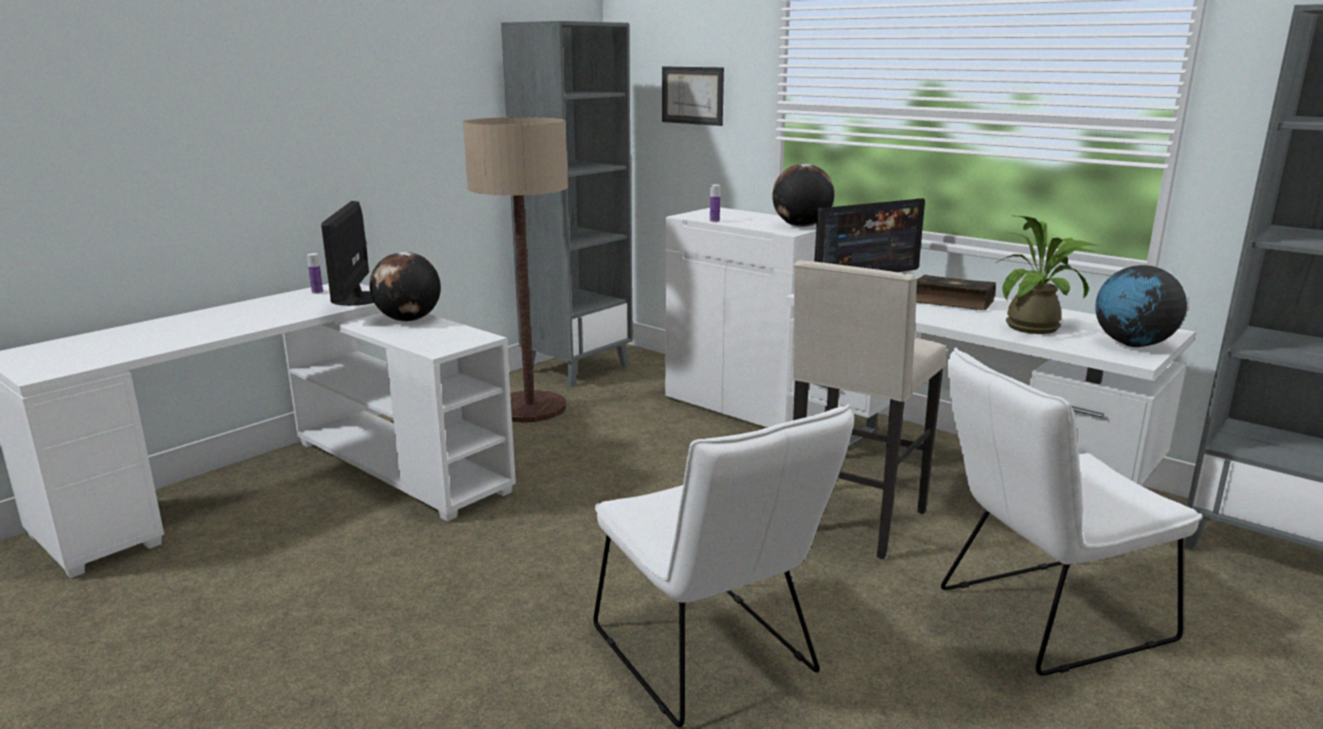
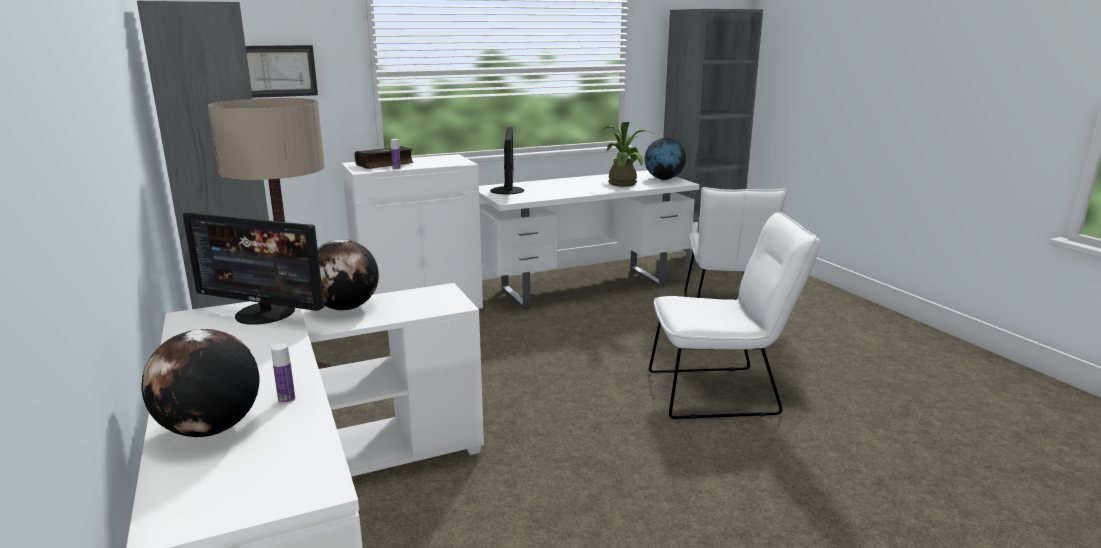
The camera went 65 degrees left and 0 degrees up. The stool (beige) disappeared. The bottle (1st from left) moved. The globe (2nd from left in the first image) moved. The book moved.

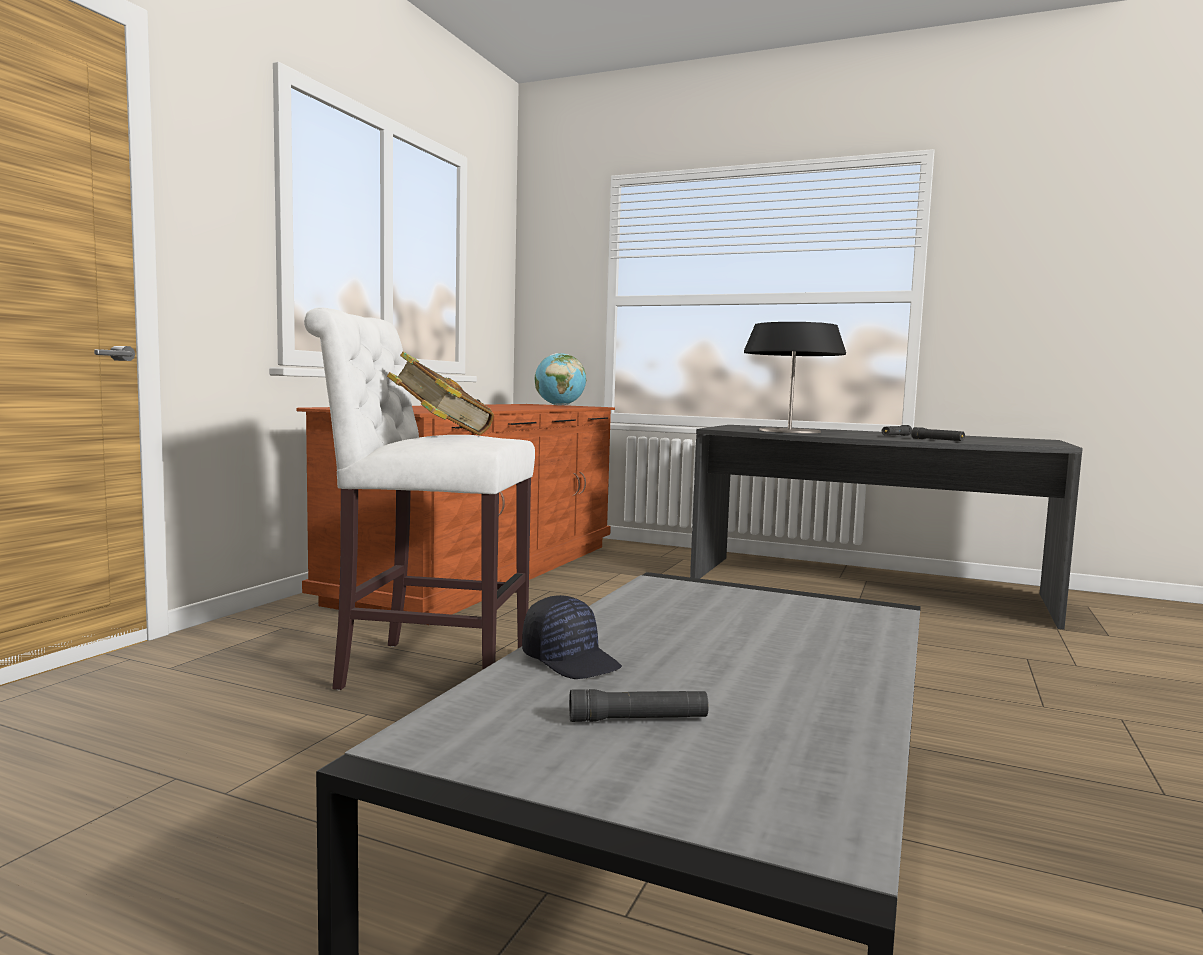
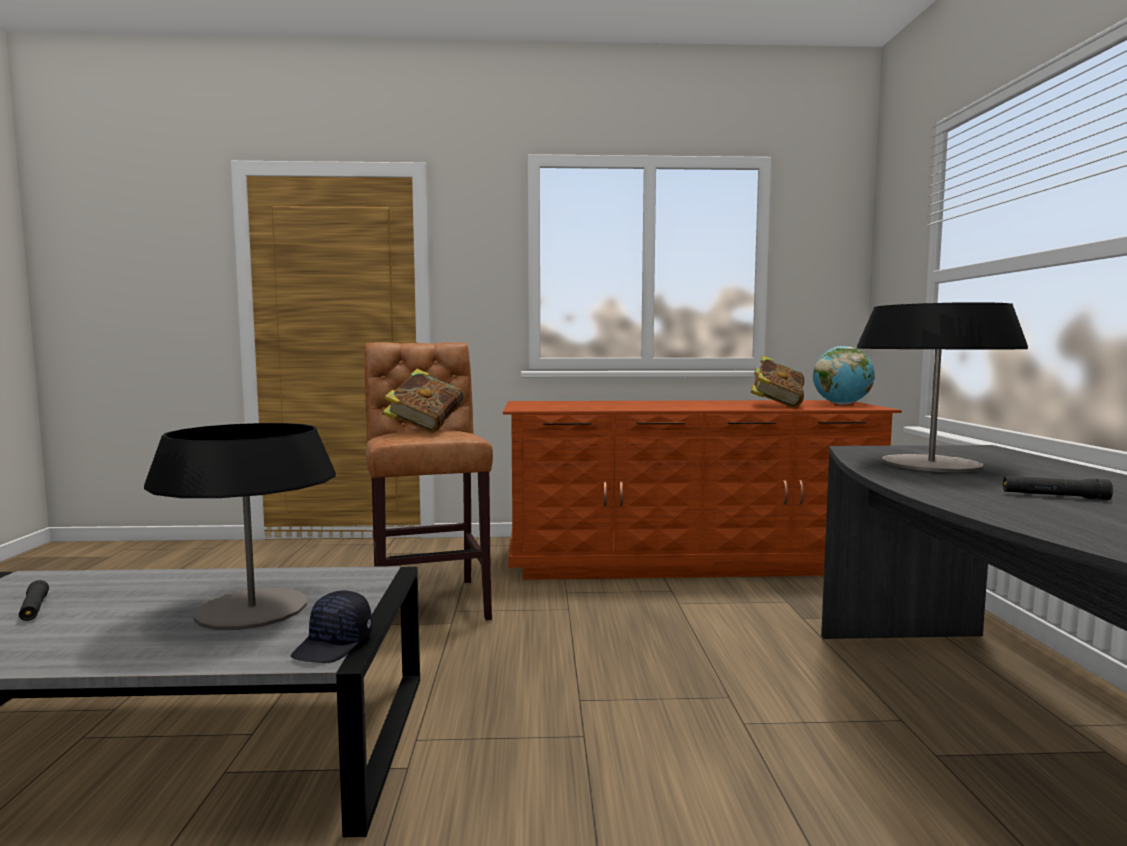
The camera went 65 degrees right and 0 degrees up. The flashlight (black) (3rd from left) disappeared. The table lamp (1st from left) appeared. The book (2nd from left) appeared. The cap (black) moved. The stool (white) became the stool (brown).

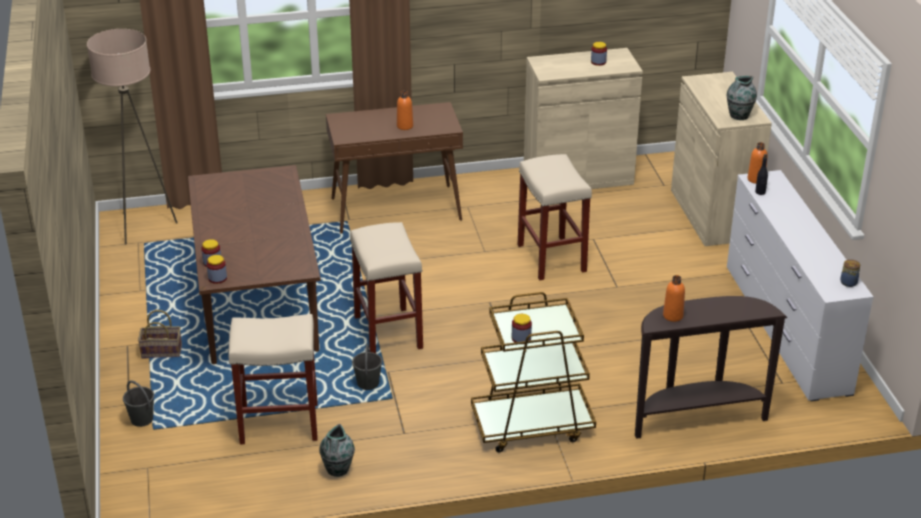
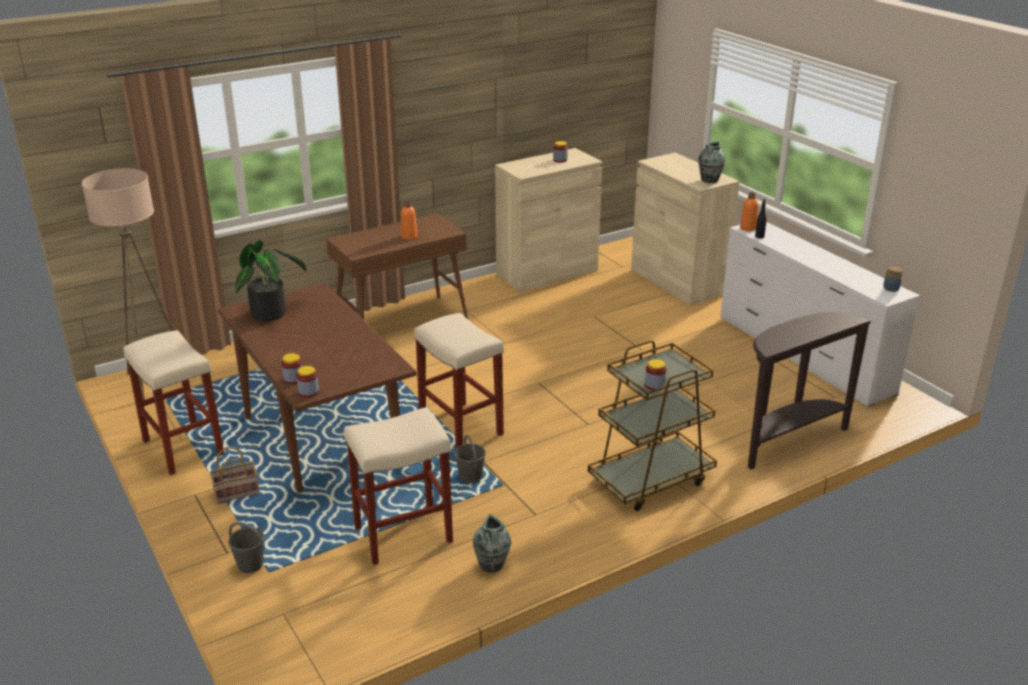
The camera went 20 degrees left and 5 degrees down. The bottle (orange) (2nd from left) disappeared. The potted plant appeared. The stool (beige) (3rd from left in the first image) moved.

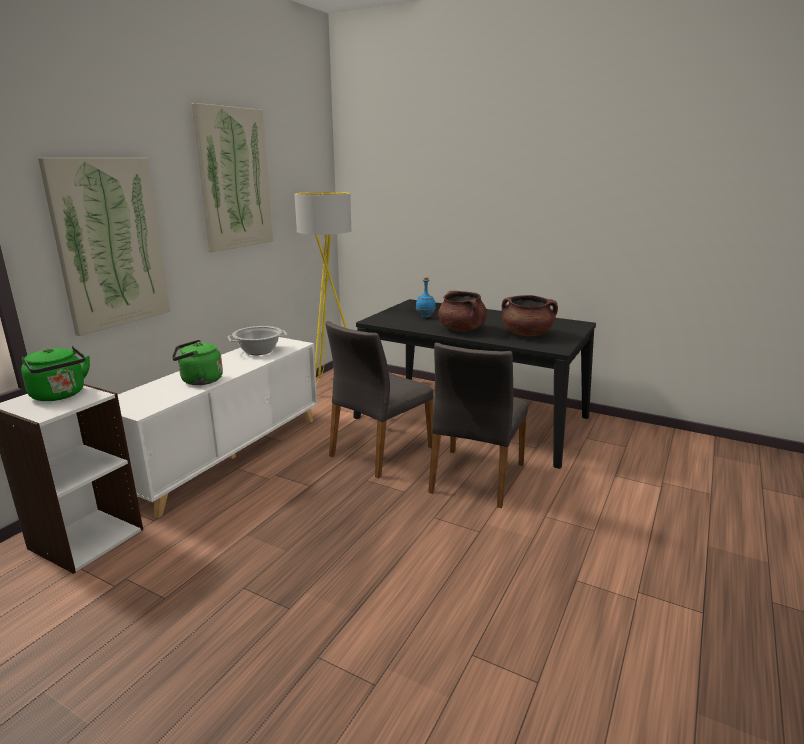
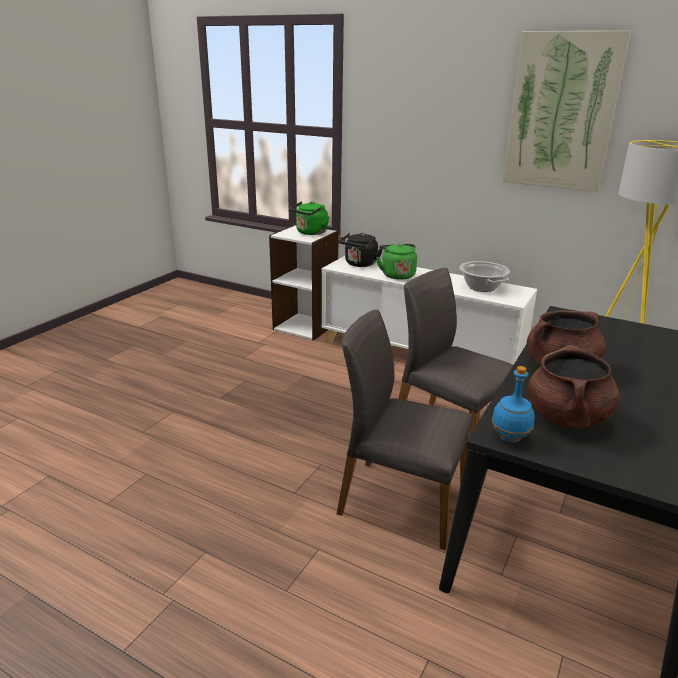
The camera went 90 degrees right and 5 degrees up. The picture (1st from left) disappeared. The kettle (black) appeared. The bottle (blue) moved.

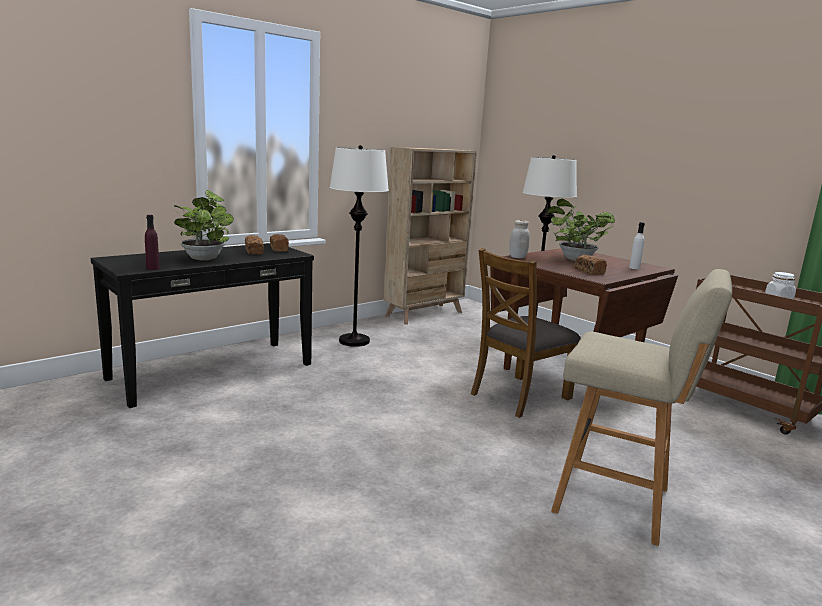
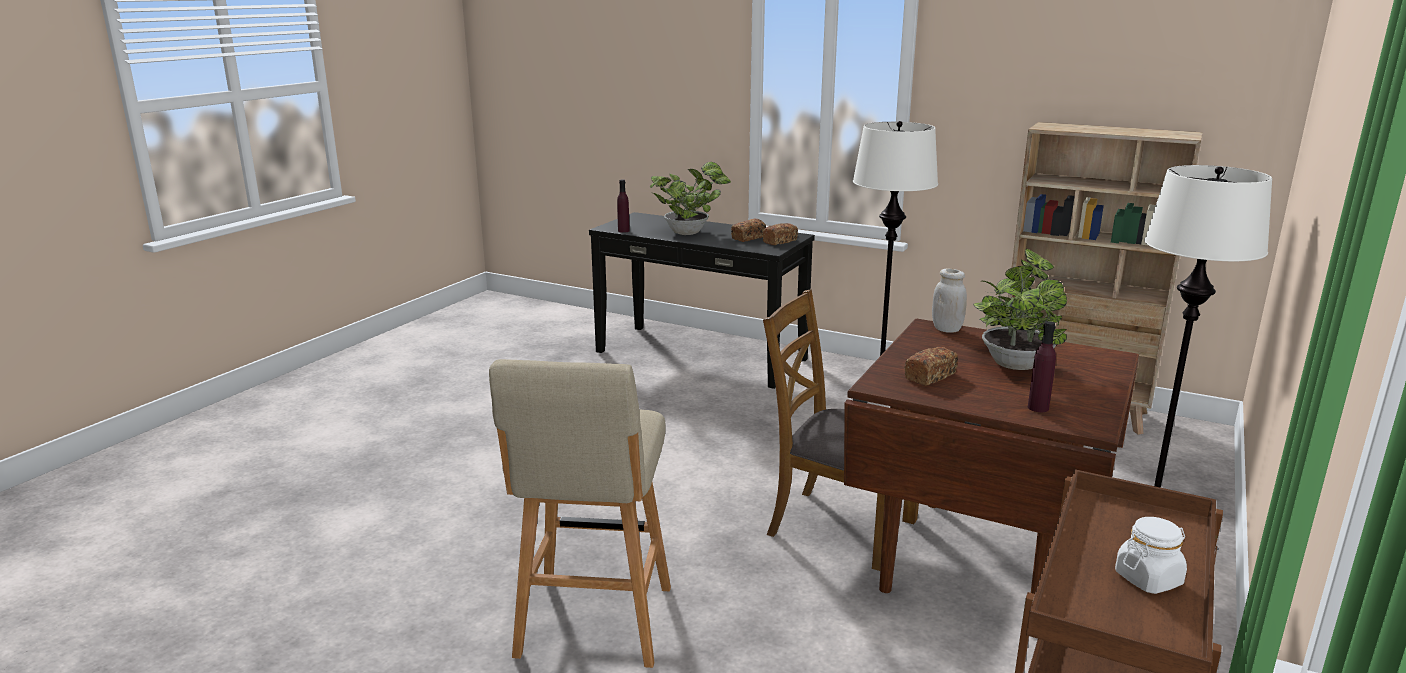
The camera went 70 degrees right and 5 degrees up. The bottle (white) became the bottle (purple) (2nd from left).

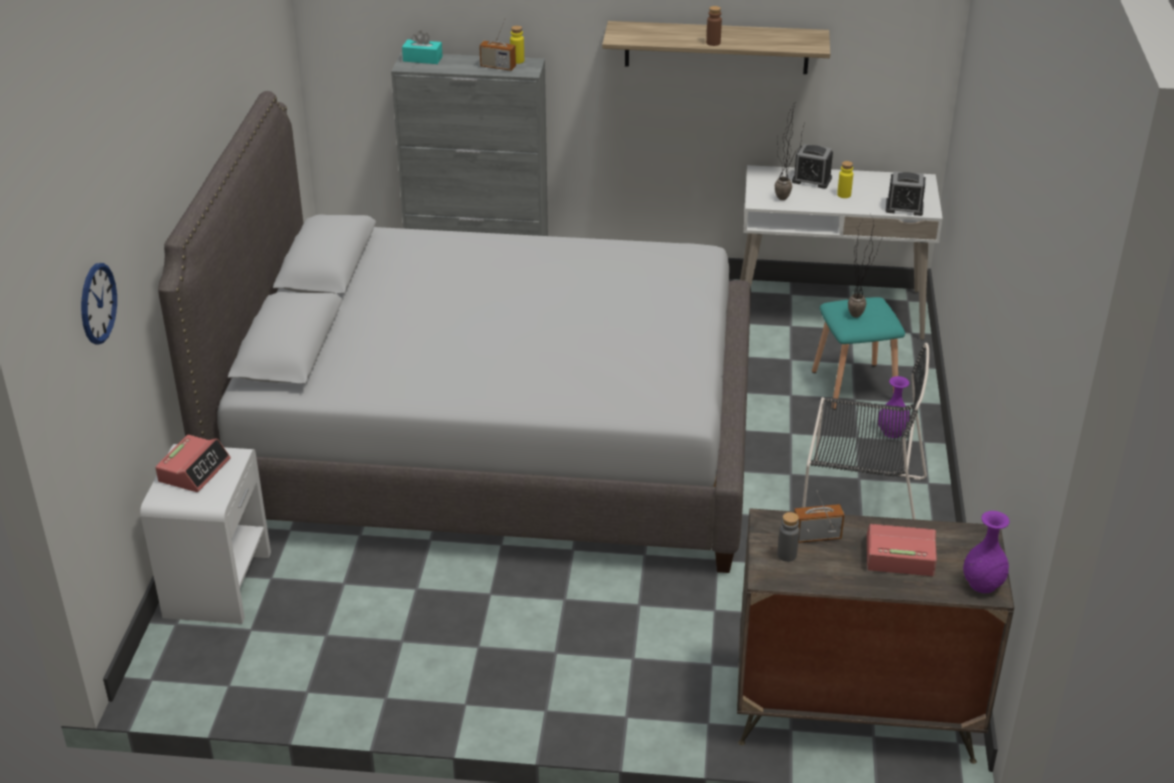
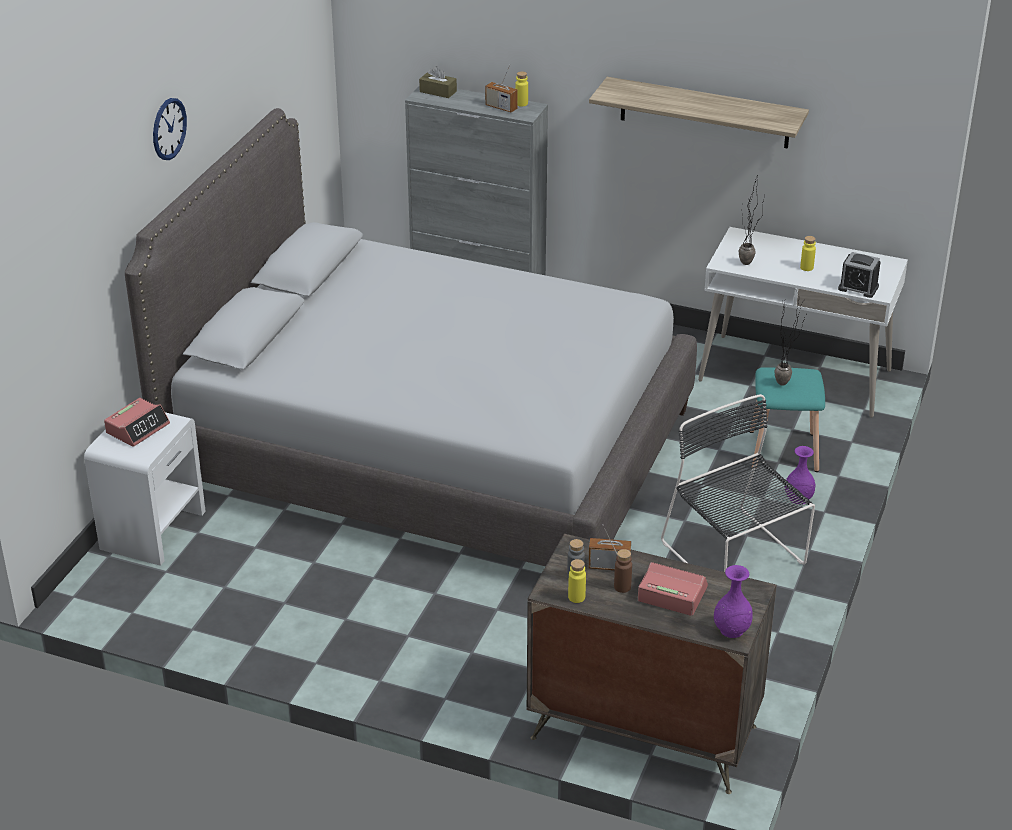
The camera went 15 degrees right and 0 degrees up. The alarm clock (2nd from left) disappeared. The bottle (yellow) (2nd from left) appeared. The wall clock moved. The bottle (brown) moved. The tissue box (turquoise) became the tissue box (brown). The chair (black) turned 150 degrees counterclockwise.

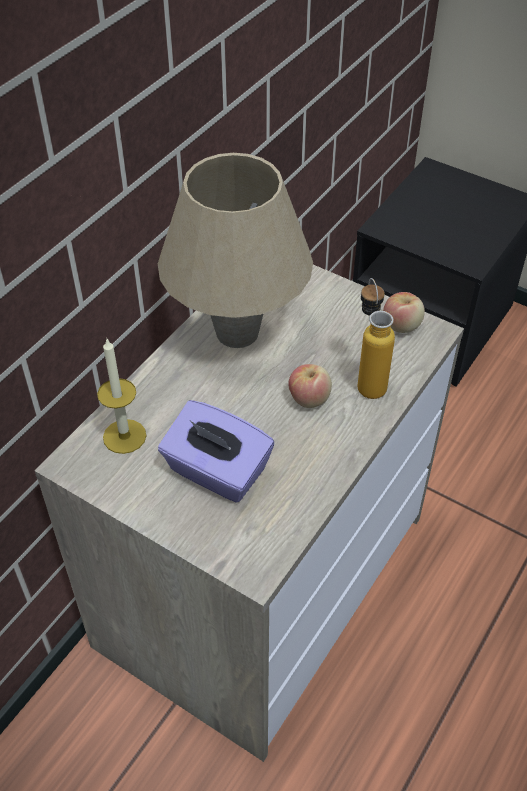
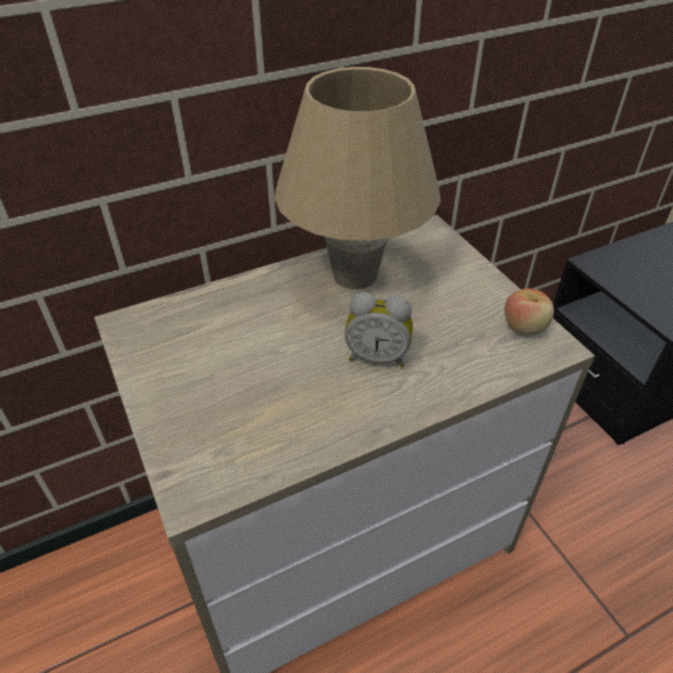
The camera went 30 degrees right and 5 degrees down. The candle disappeared. The tissue box (purple) disappeared. The bottle disappeared. The apple (1st from left) was replaced by the alarm clock.

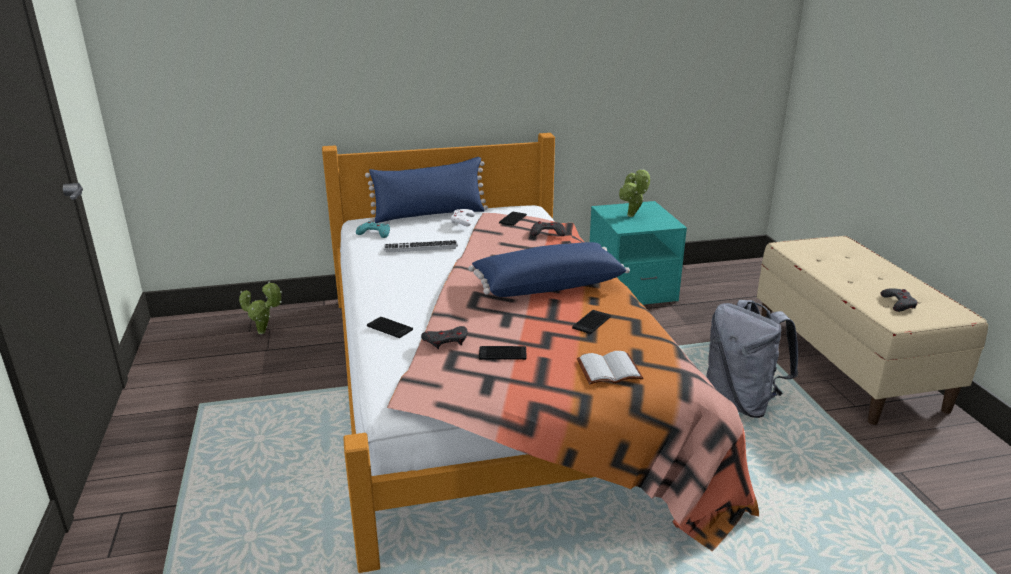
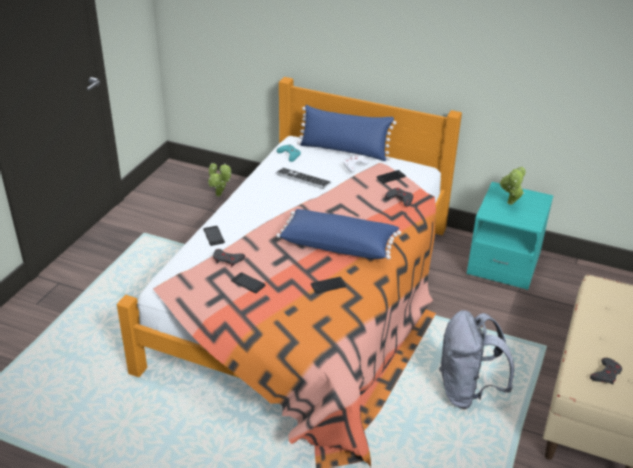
The camera went 35 degrees right and 10 degrees up. The book (white) disappeared.

